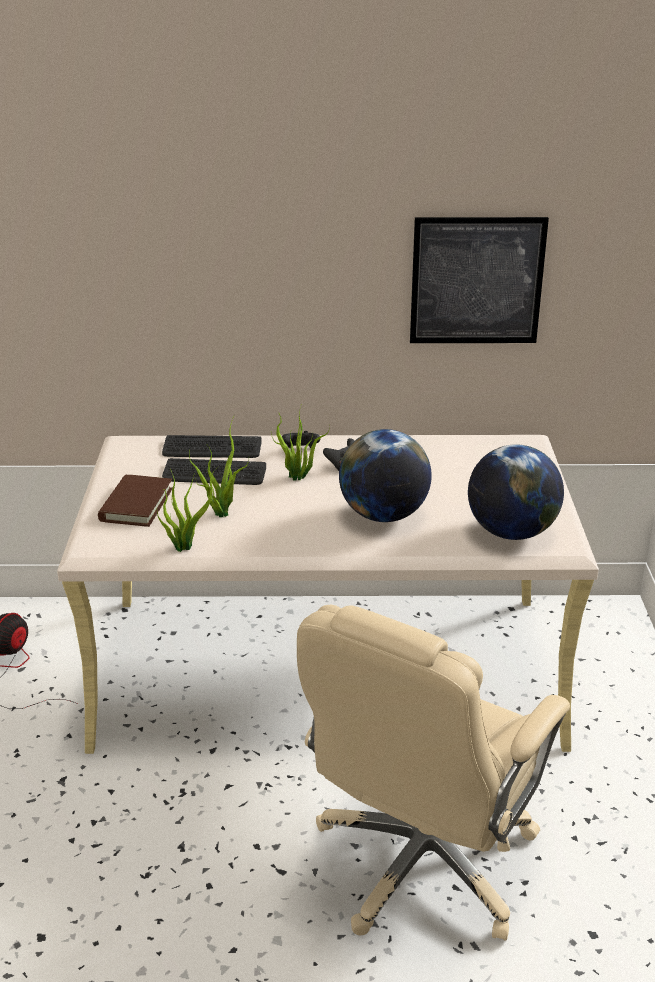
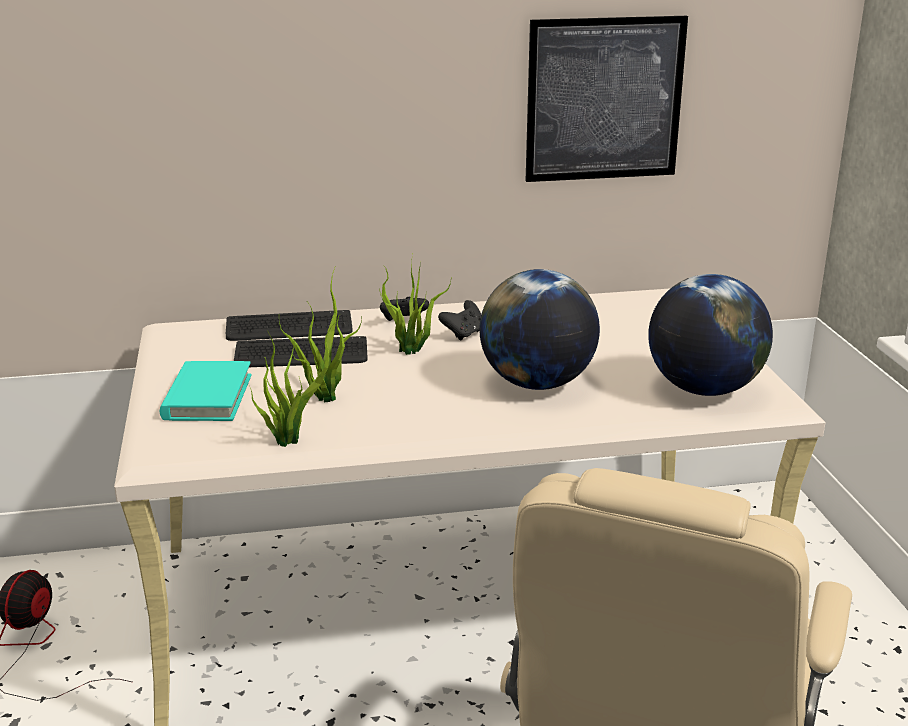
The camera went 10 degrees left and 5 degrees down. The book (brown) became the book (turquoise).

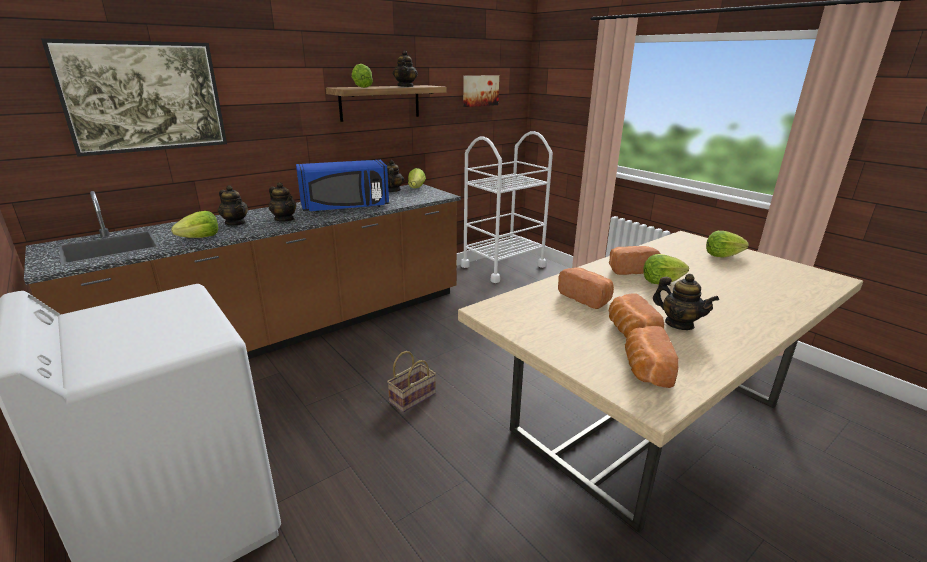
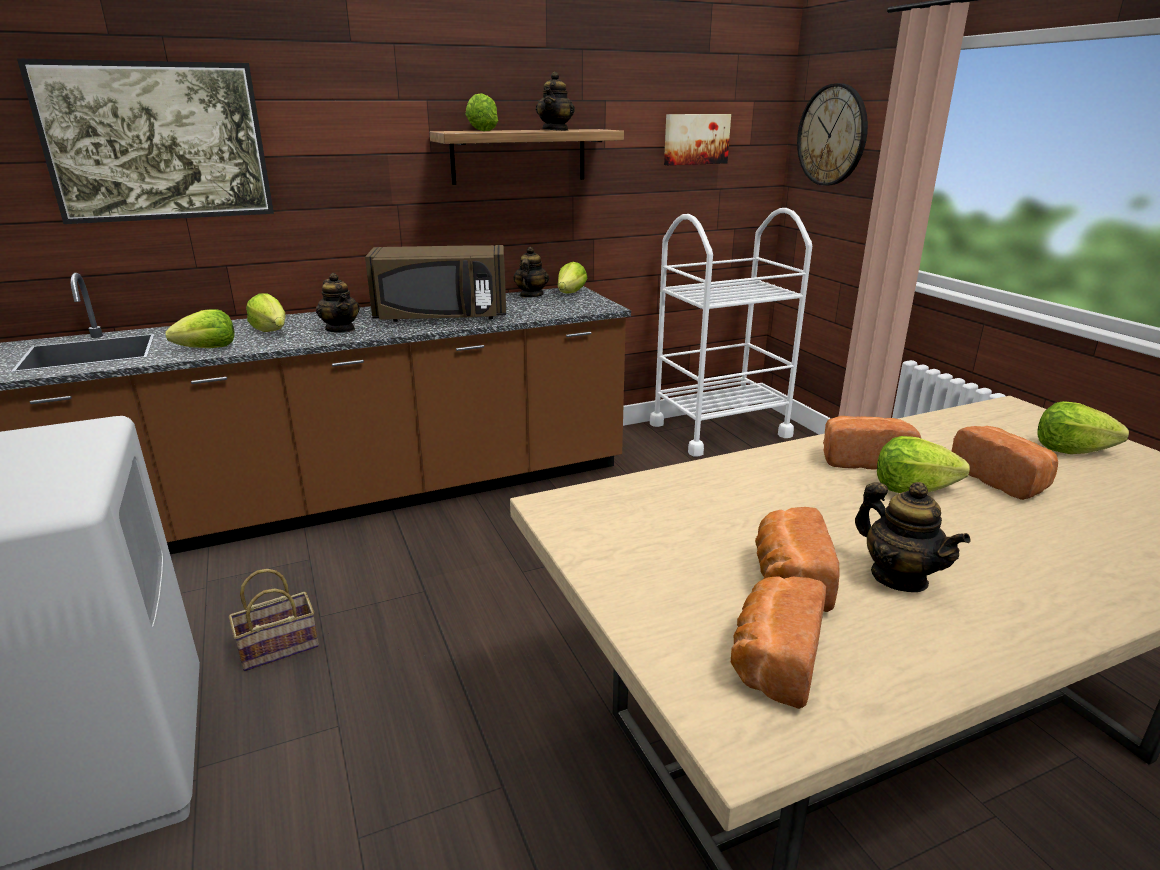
The camera went 15 degrees right and 0 degrees up. The wall clock appeared. The basket moved. The bread (1st from left in the first image) moved. The teapot (1st from left) was replaced by the lettuce (2nd from left). The microwave (blue) became the microwave (brown).

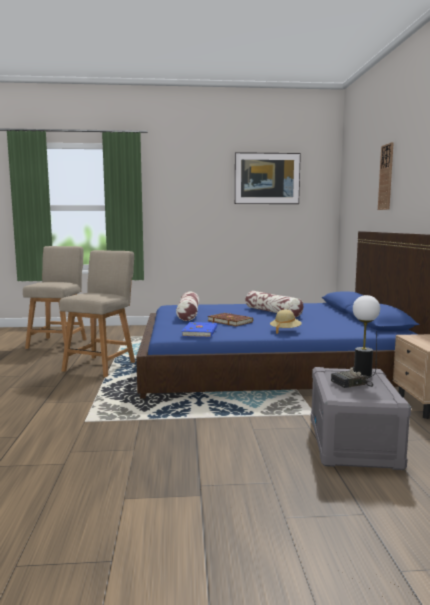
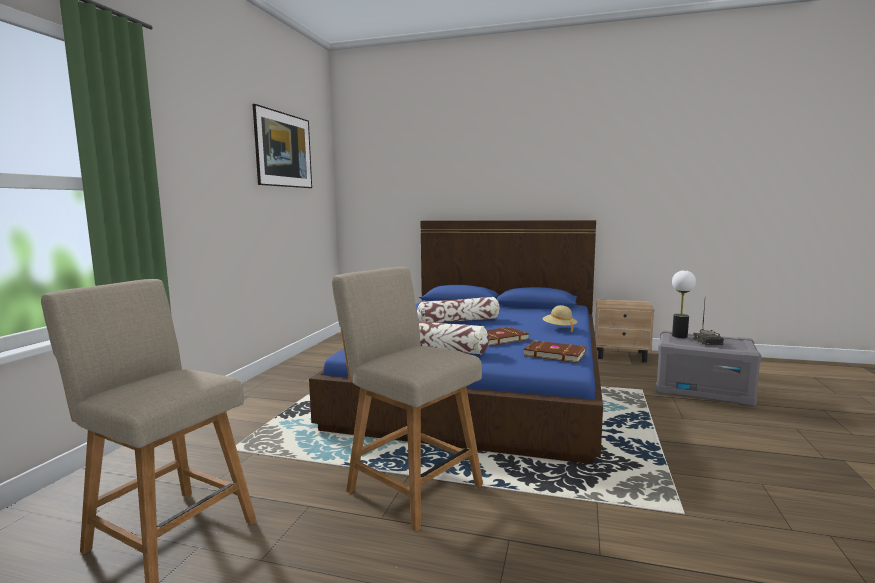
The camera went 70 degrees left and 0 degrees up. The wall clock disappeared. The book (blue) became the book (brown) (2nd from left).

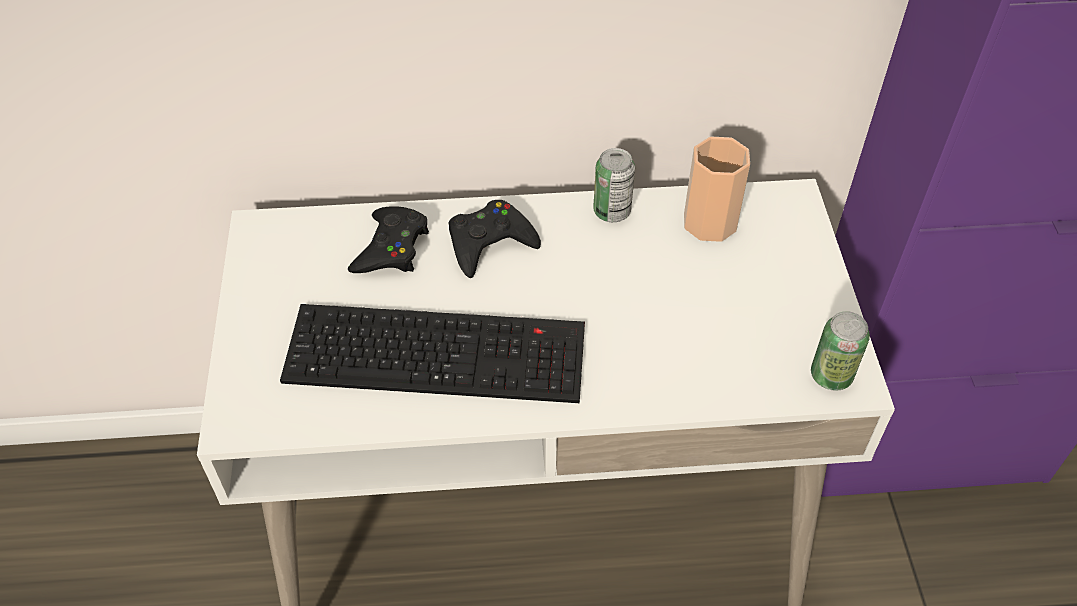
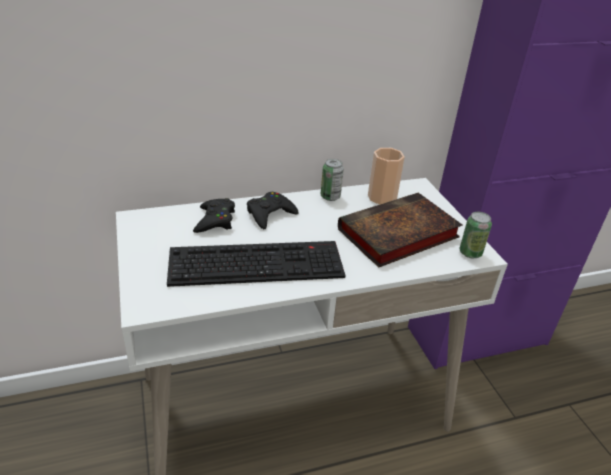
The camera went 15 degrees left and 15 degrees down. The book appeared.

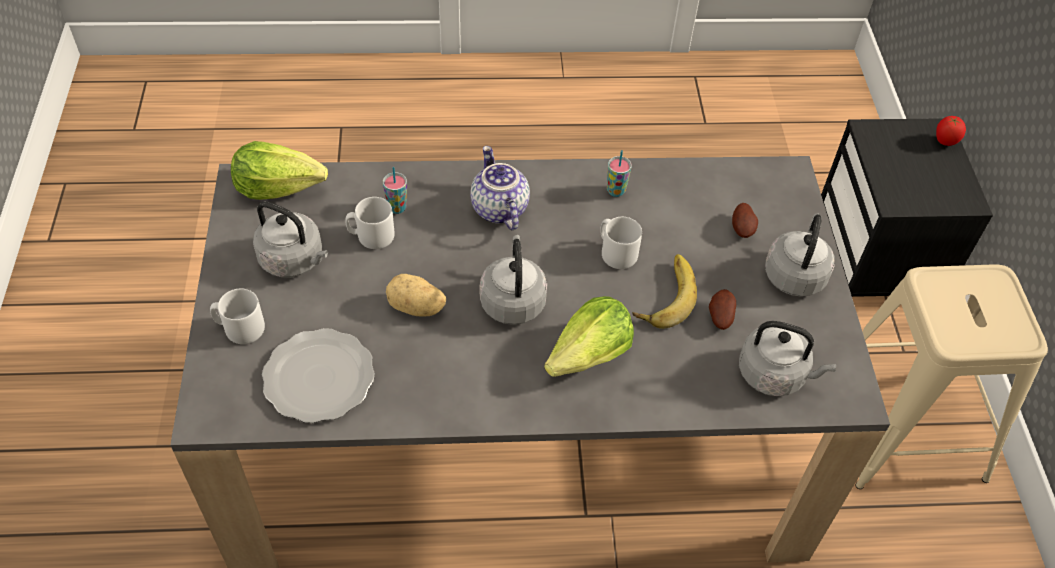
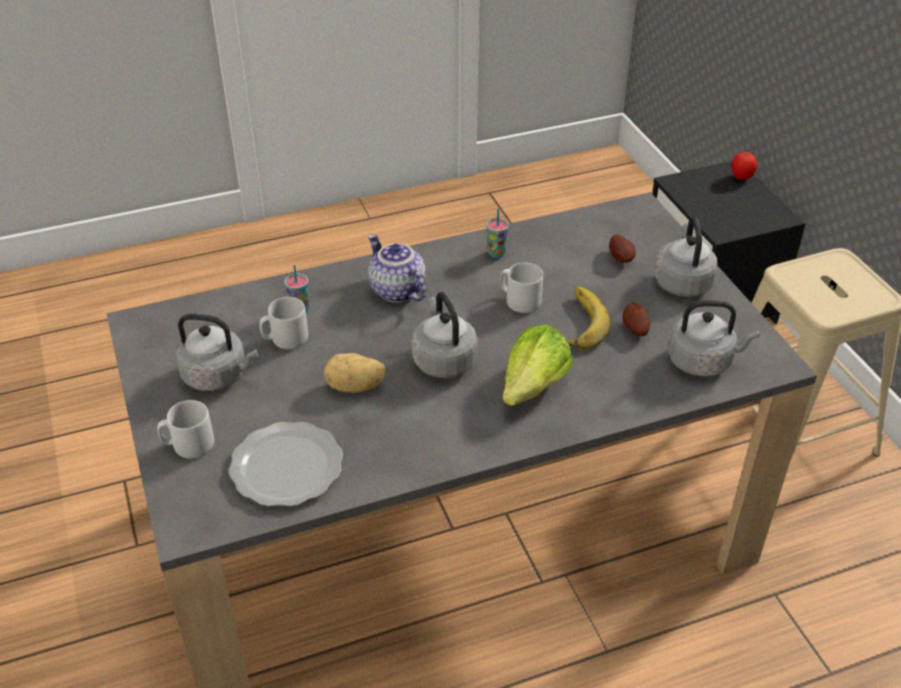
The camera went 15 degrees left and 10 degrees down. The lettuce (1st from left) disappeared.

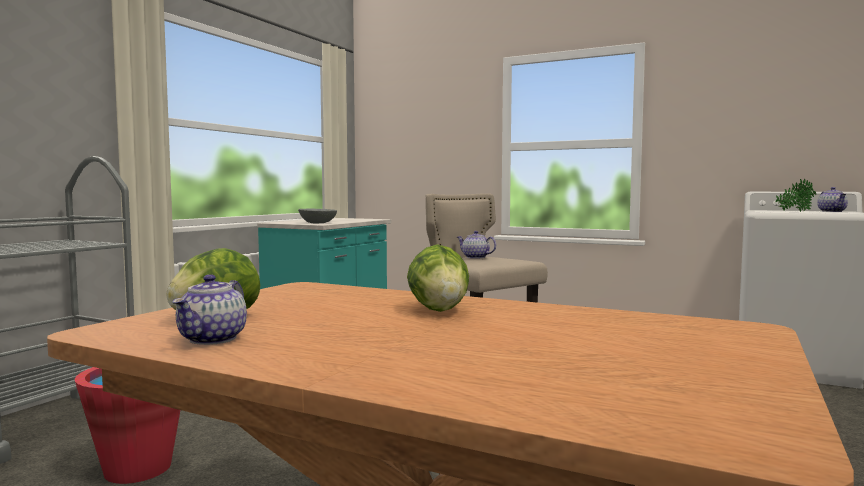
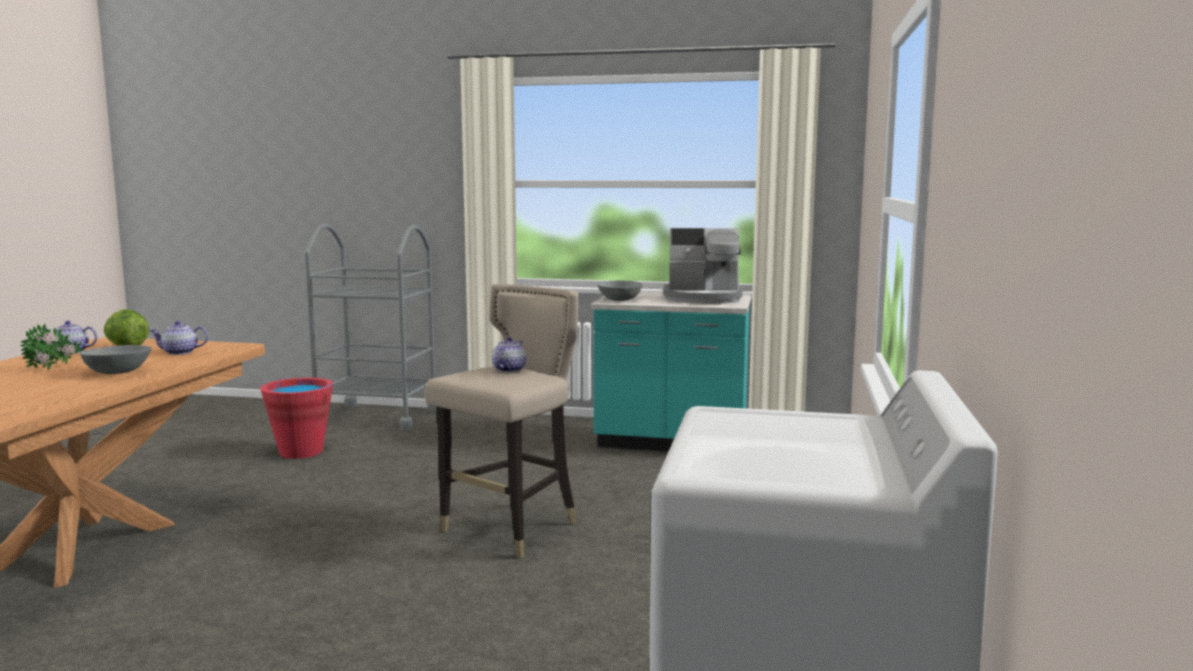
The camera went 75 degrees right and 5 degrees up. The coffee machine appeared. The potted plant moved. The teapot (3rd from left in the first image) moved. The lettuce (2nd from left) was replaced by the bowl (grey) (1st from left).

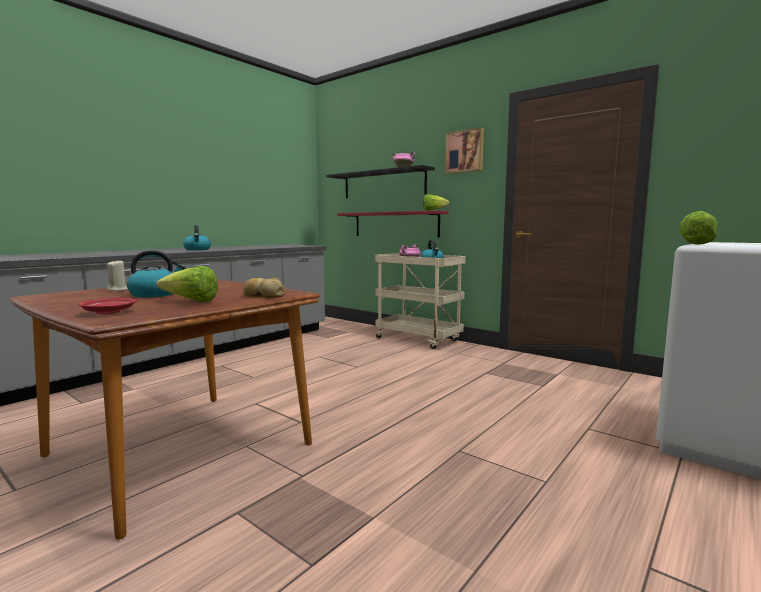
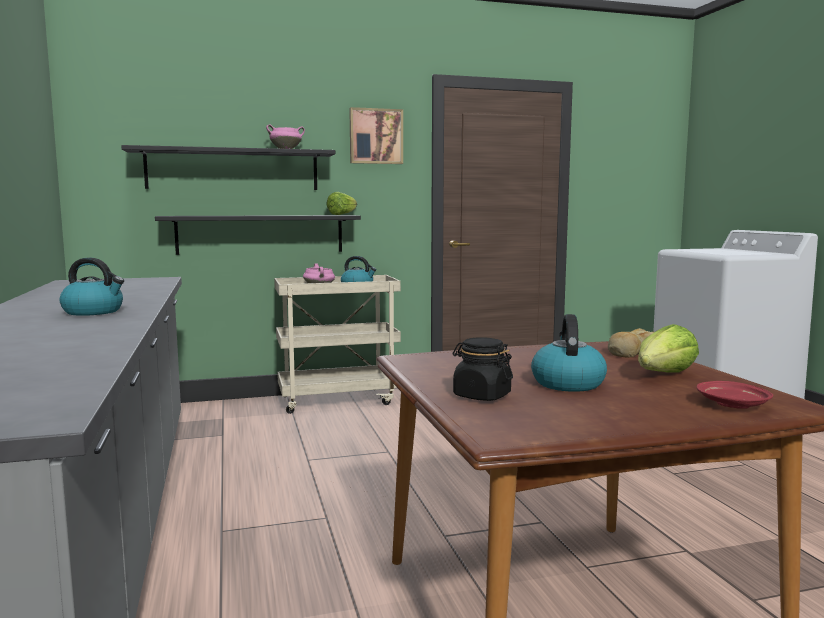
The camera went 55 degrees left and 0 degrees up. The lettuce (3rd from left) disappeared. The candle (beige) was replaced by the jar (black). The shelf (red) became the shelf (black) (2nd from left).

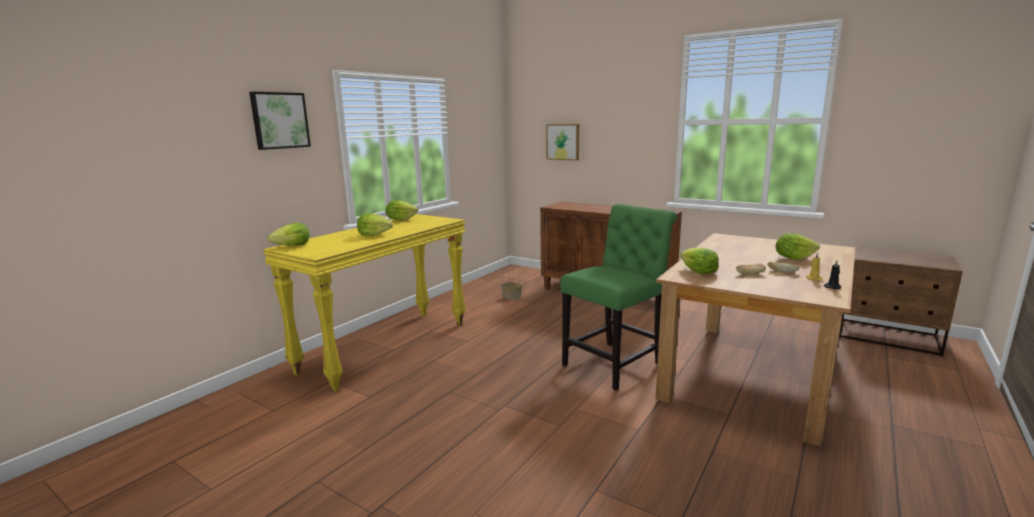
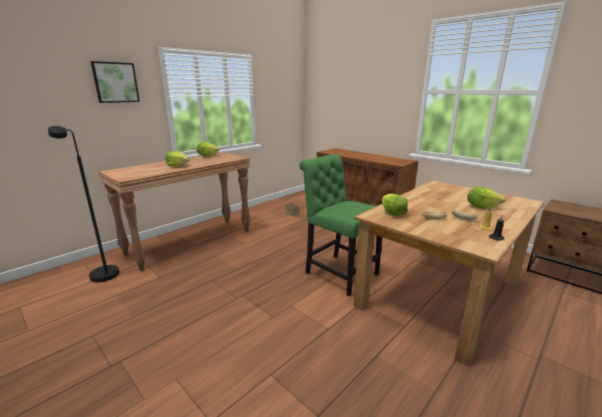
The camera went 10 degrees right and 5 degrees up. The lettuce (1st from left) disappeared. The picture (2nd from left) disappeared. The floor lamp (black) appeared. The console table (yellow) became the console table (brown). The chair (green) turned 105 degrees counterclockwise.

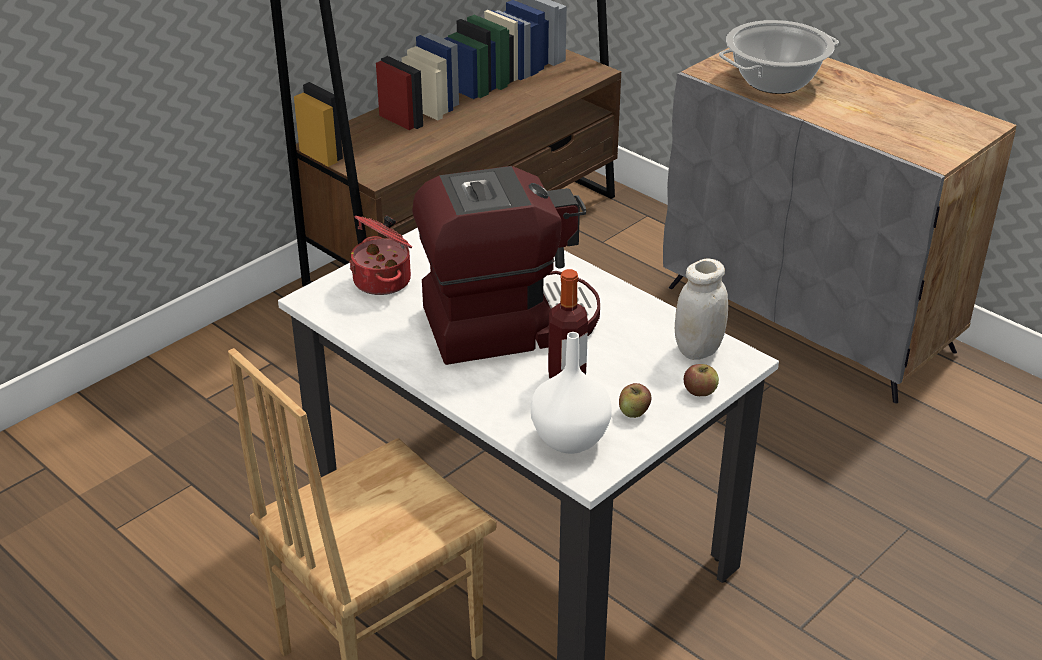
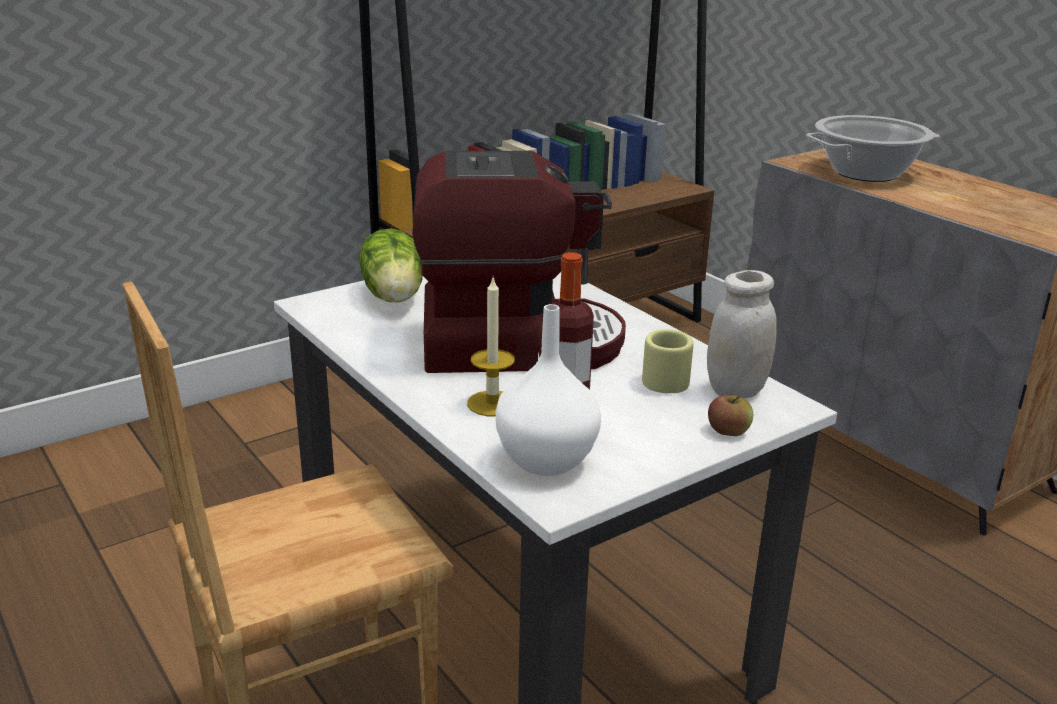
The camera went 10 degrees right and 10 degrees down. The apple (1st from left) disappeared. The candle appeared. The mug (beige) appeared. The cooking pot (1st from left) was replaced by the lettuce.

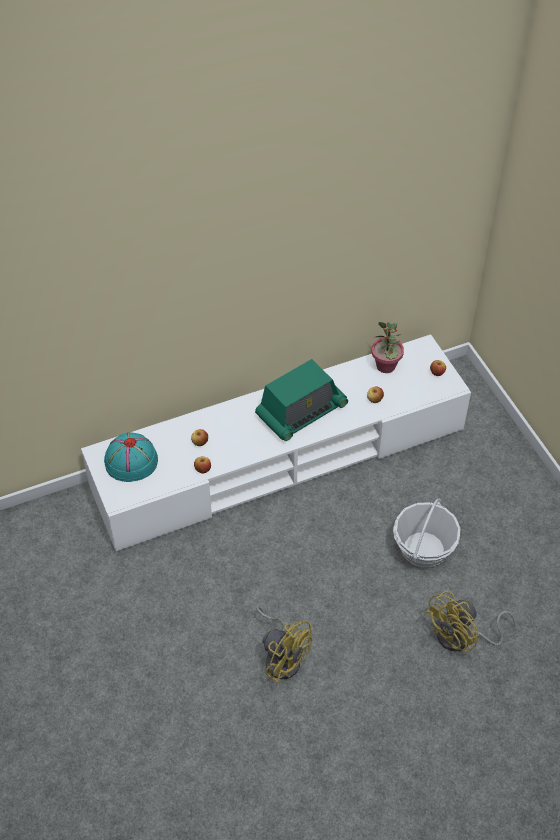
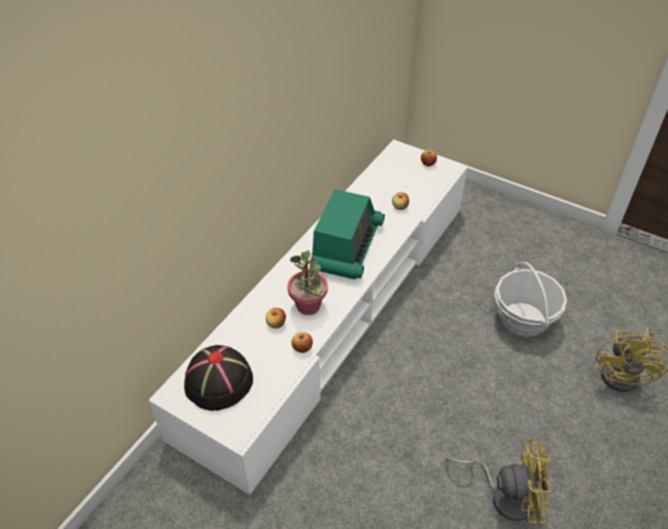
The camera went 35 degrees left and 5 degrees down. The potted plant moved. The hat (turquoise) became the hat (black).

